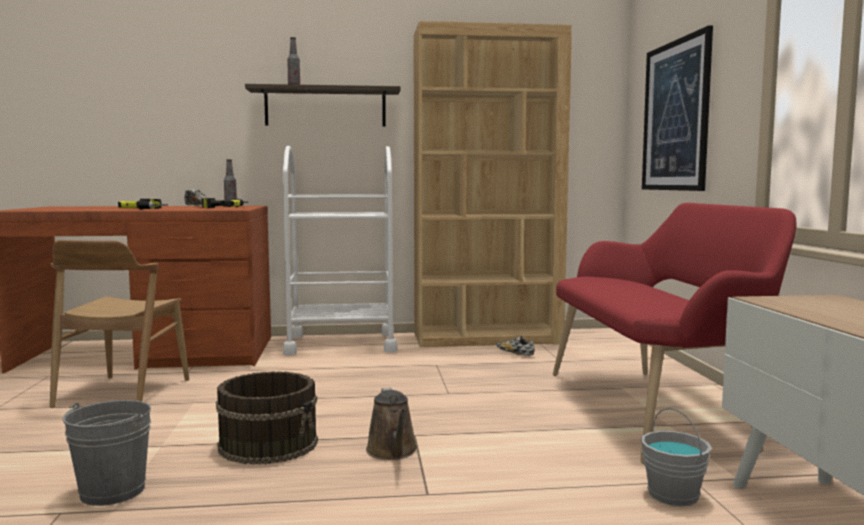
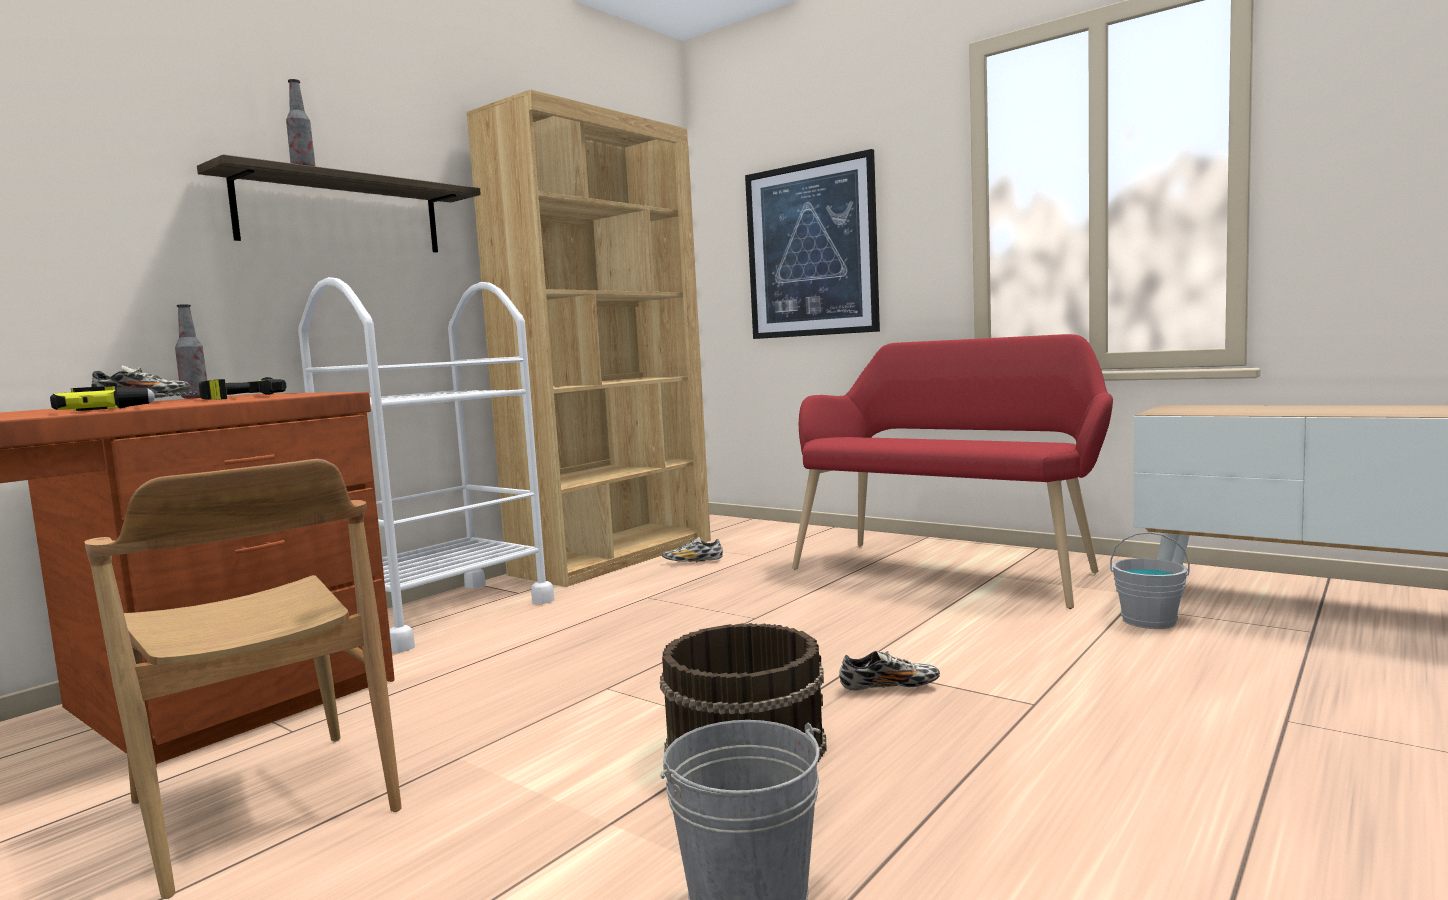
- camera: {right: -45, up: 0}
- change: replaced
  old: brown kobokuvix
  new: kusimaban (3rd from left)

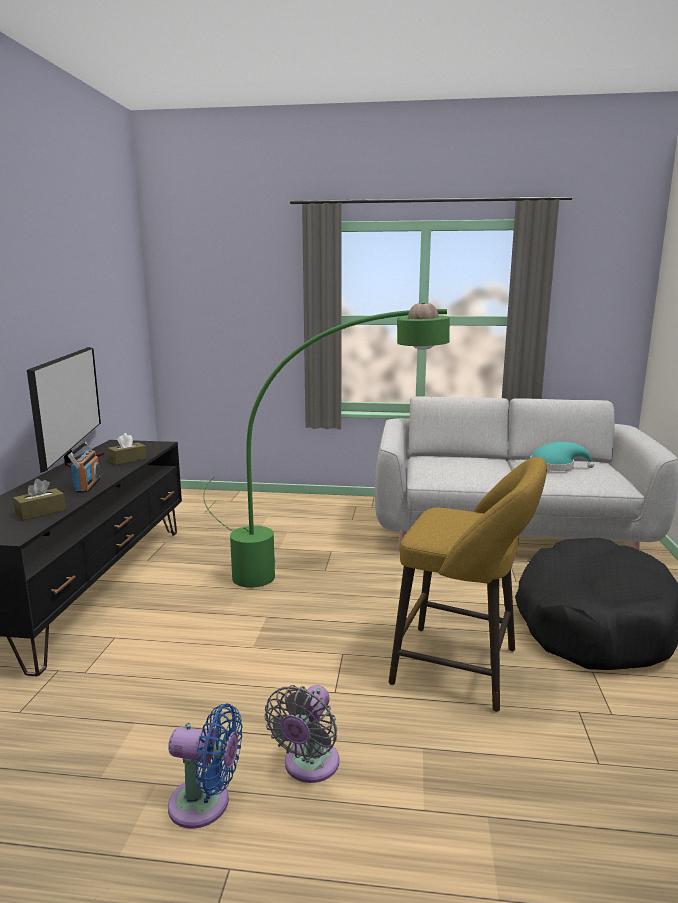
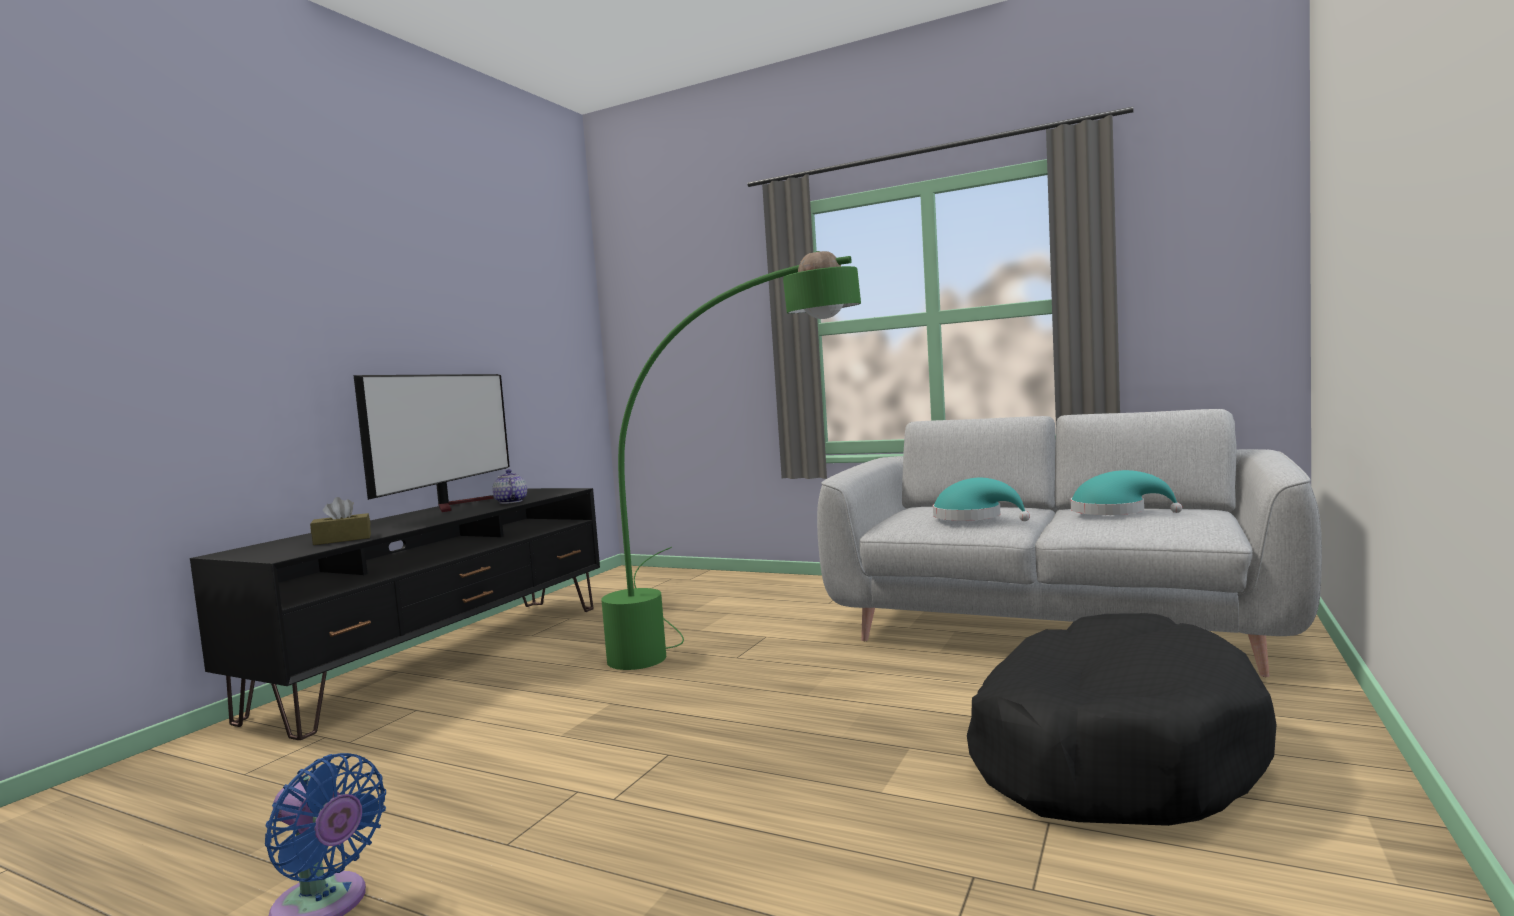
- camera: {right: 20, up: -10}
- change: replaced
  old: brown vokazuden (2nd from left)
  new: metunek
- change: removed
  old: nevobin
- change: removed
  old: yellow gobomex
- change: removed
  old: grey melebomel
- change: added
  new: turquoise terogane (1st from left)

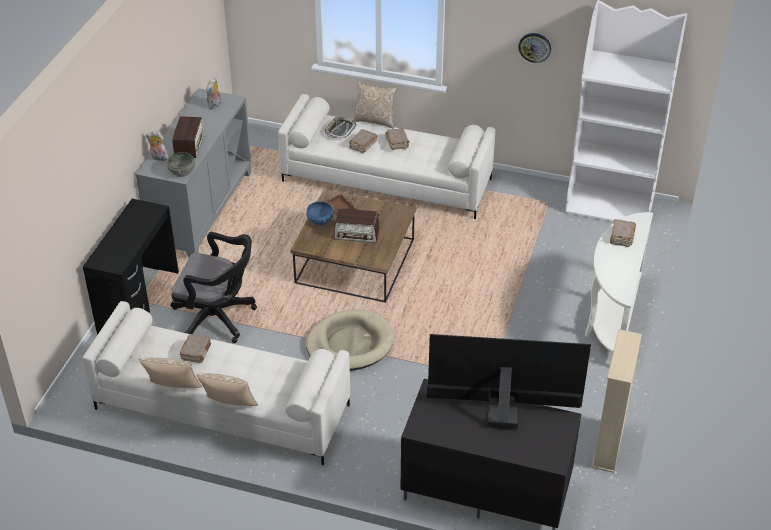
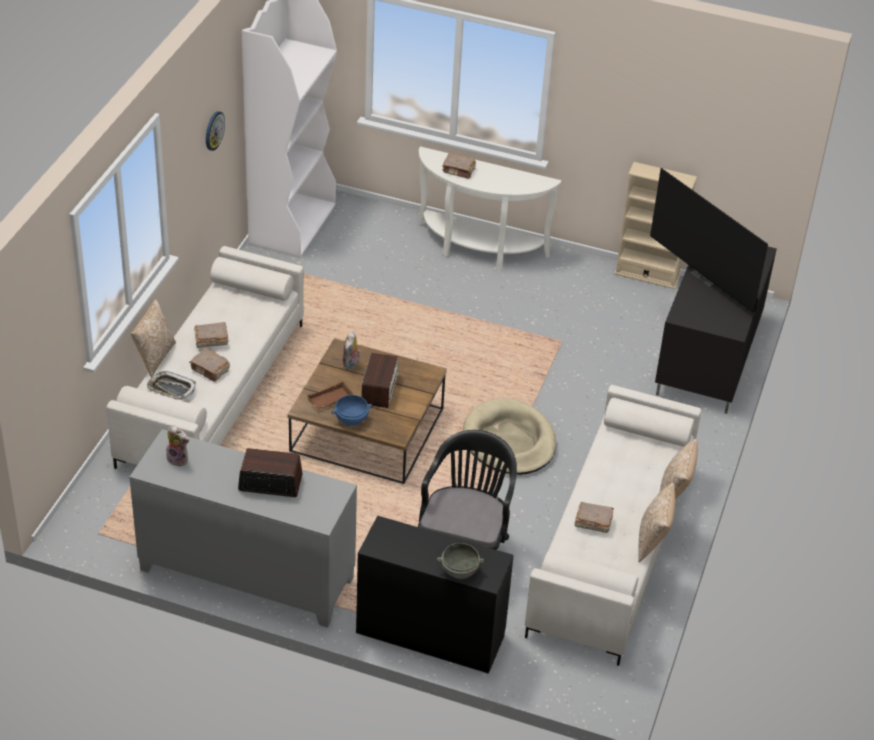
- camera: {right: -90, up: 0}
- change: moved
  old: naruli (1st from left in the first image)
  new: naruli (2nd from left)
- change: moved
  old: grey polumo
- change: turned
  old: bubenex
  degrees: -45

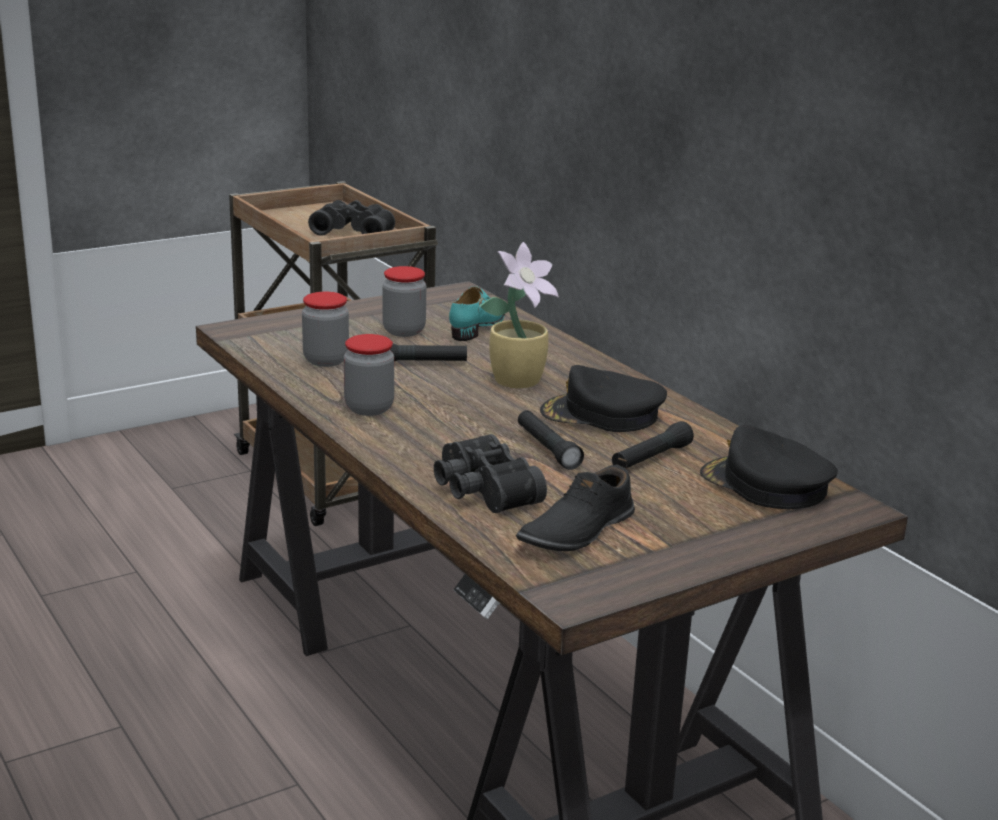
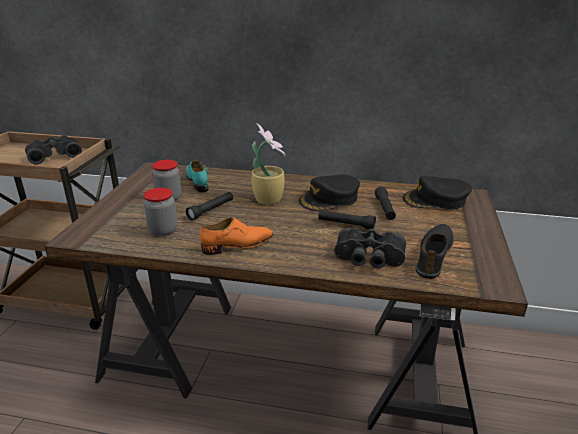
- camera: {right: -45, up: 5}
- change: replaced
  old: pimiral (2nd from left)
  new: orange kusimaban
- change: turned
  old: black kusimaban
  degrees: -150

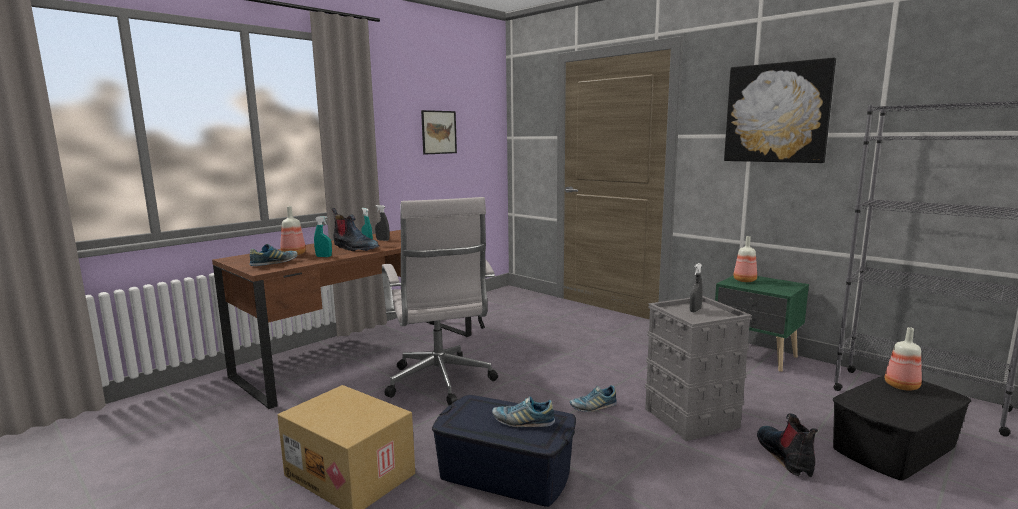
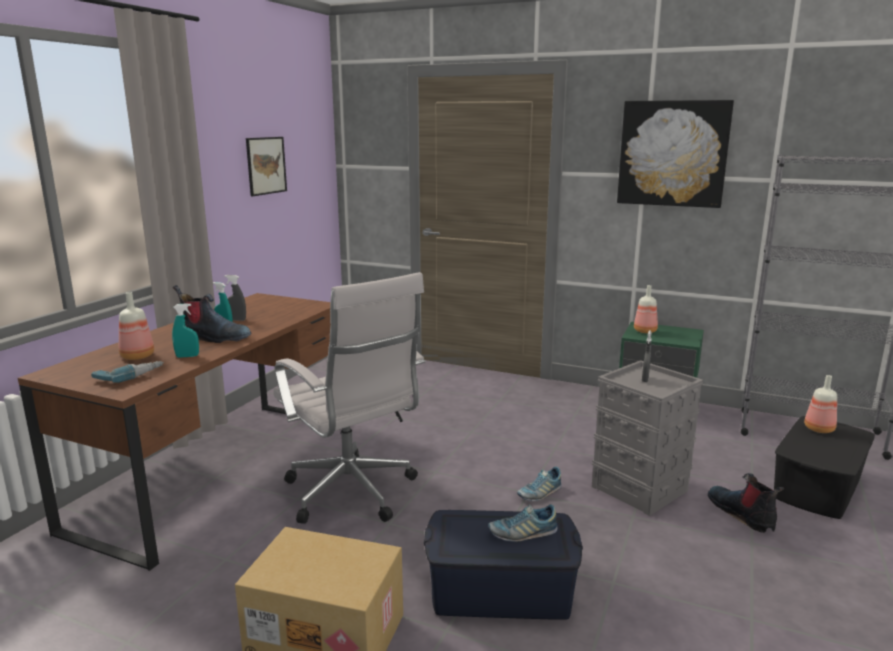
- camera: {right: -20, up: 5}
- change: replaced
  old: kusimaban (1st from left)
  new: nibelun

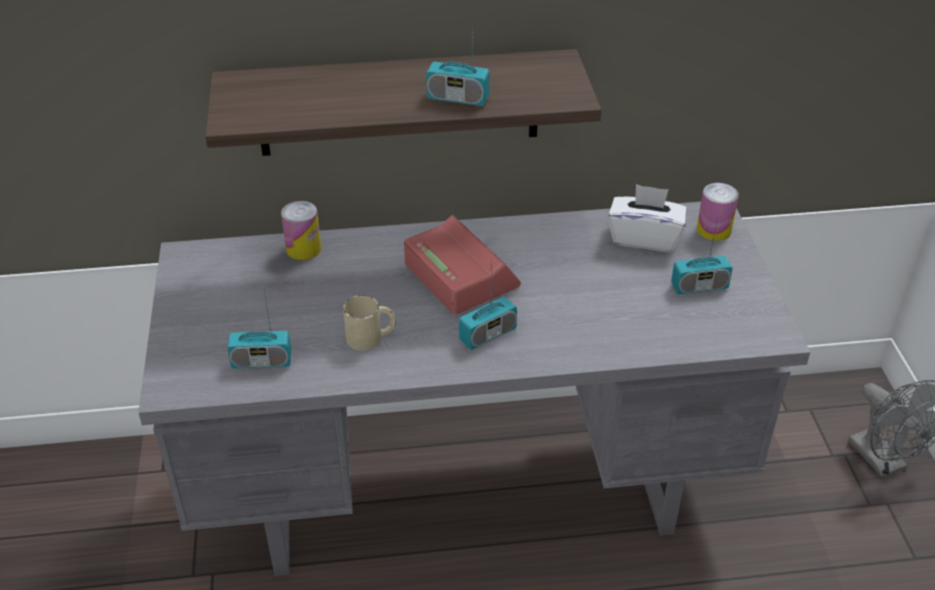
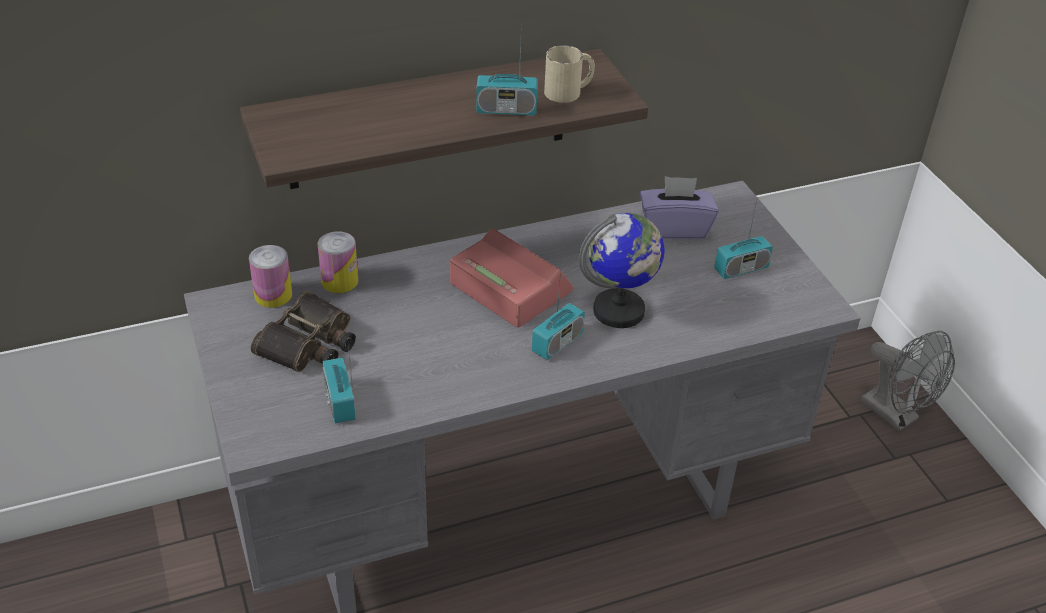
- camera: {right: -15, up: 0}
- change: moved
  old: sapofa (2nd from left in the first image)
  new: sapofa (1st from left)
- change: recoloured
  old: white vokazuden
  new: purple vokazuden
- change: turned
  old: nevobin (1st from left)
  degrees: 90
- change: moved
  old: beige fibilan
- change: added
  new: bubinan
- change: added
  new: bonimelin

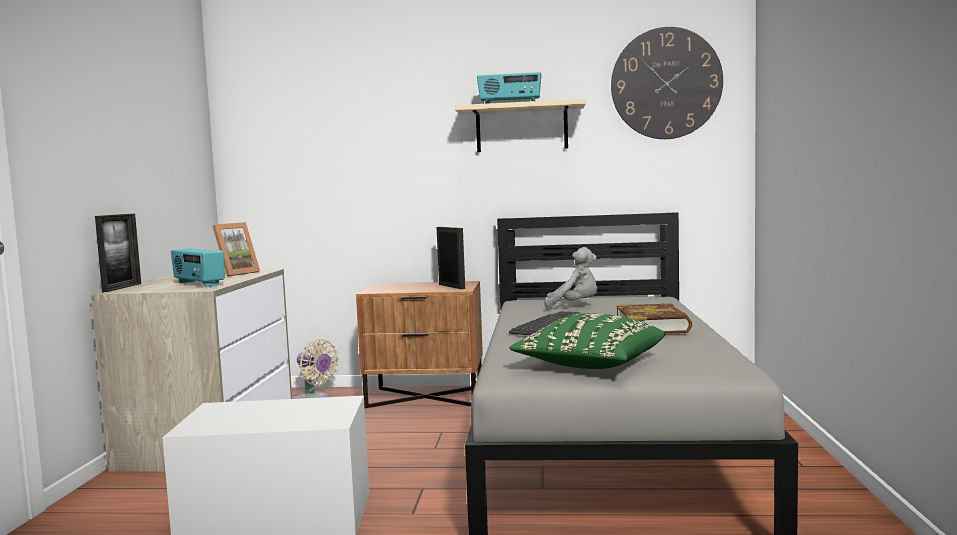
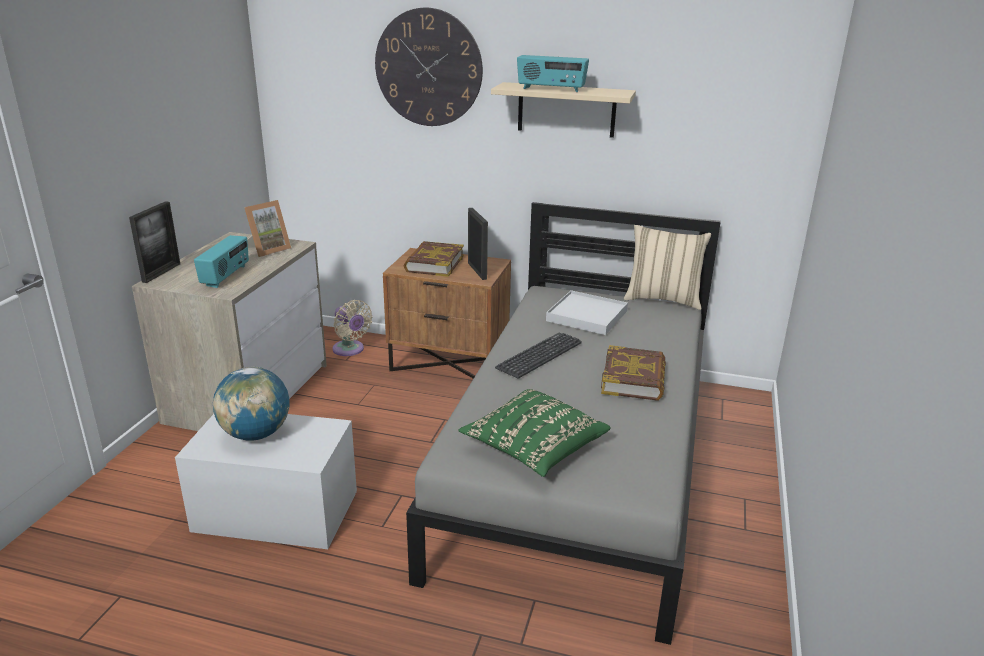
- camera: {right: 10, up: 20}
- change: moved
  old: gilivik
- change: replaced
  old: grey naruli
  new: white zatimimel
- change: turned
  old: nevobin (1st from left)
  degrees: -135
- change: added
  new: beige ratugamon
- change: added
  new: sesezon (1st from left)
- change: added
  new: bubinan

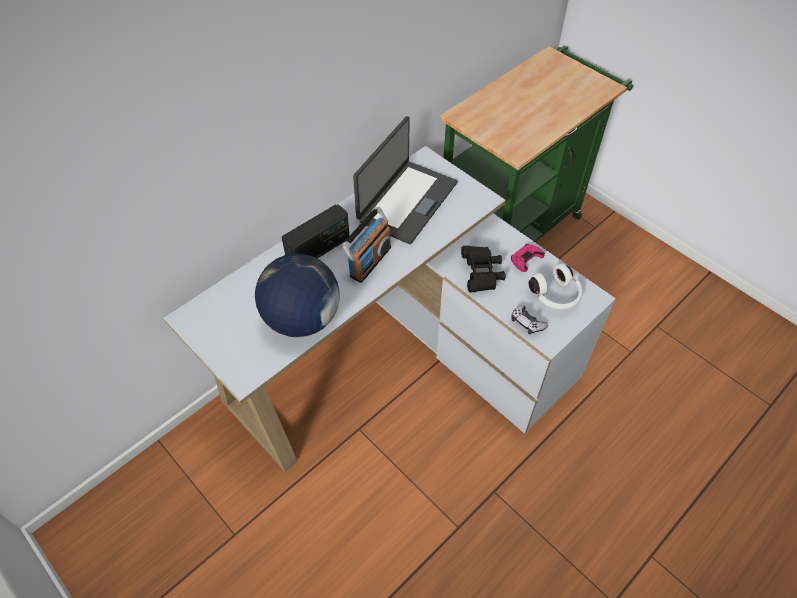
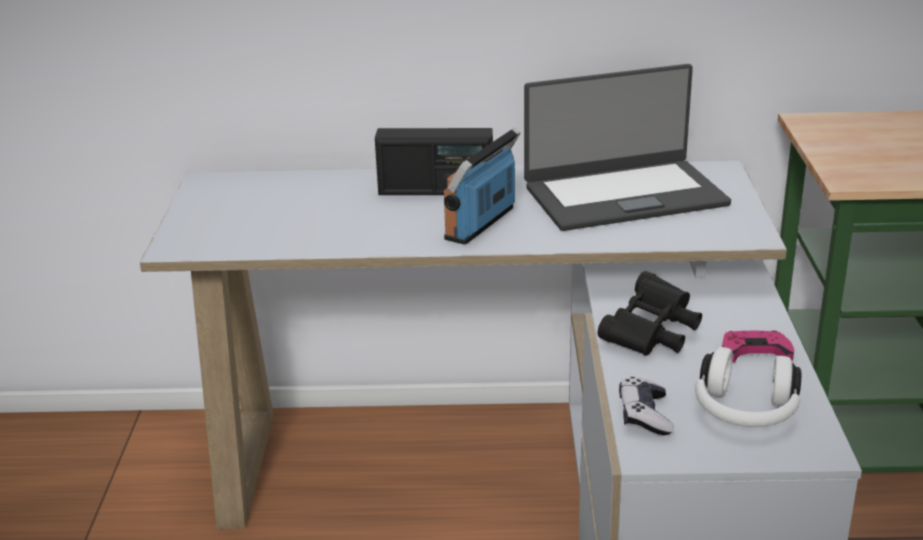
- camera: {right: 45, up: -25}
- change: turned
  old: nevobin (2nd from left)
  degrees: 135
- change: removed
  old: bubinan

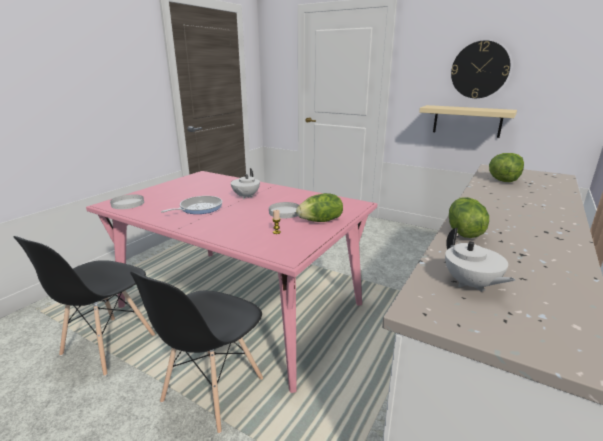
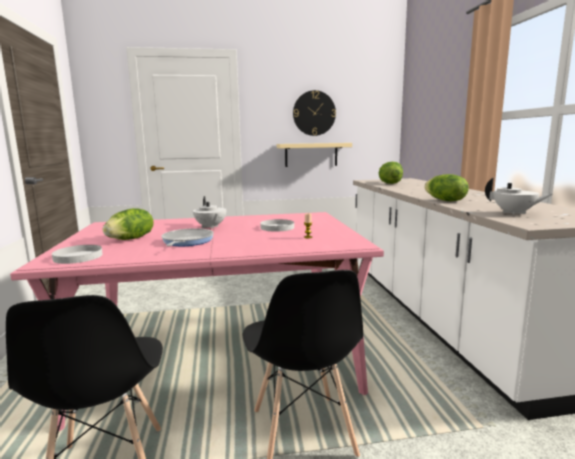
- camera: {right: -40, up: -10}
- change: moved
  old: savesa (1st from left)

